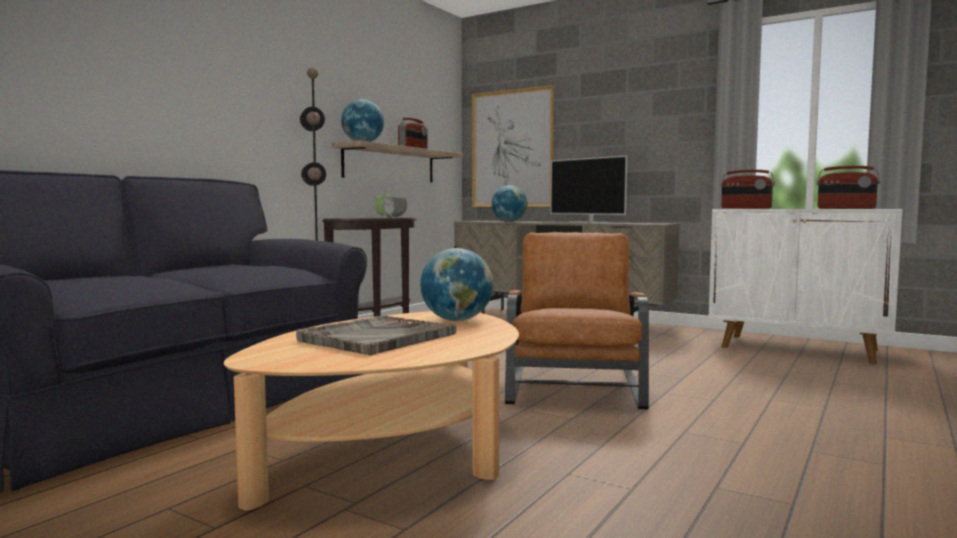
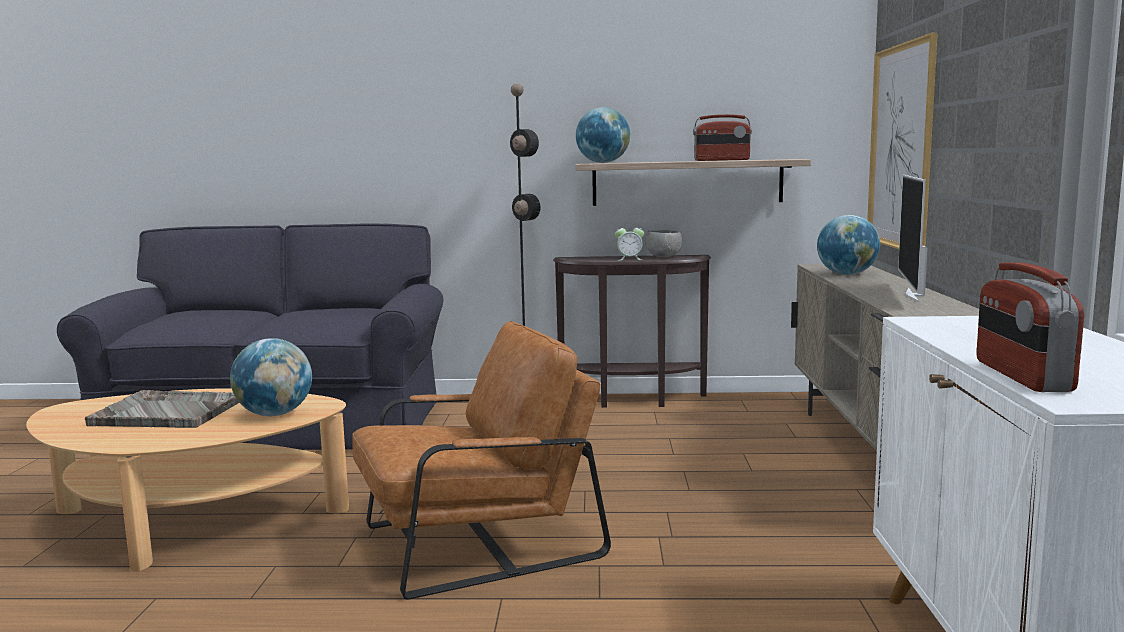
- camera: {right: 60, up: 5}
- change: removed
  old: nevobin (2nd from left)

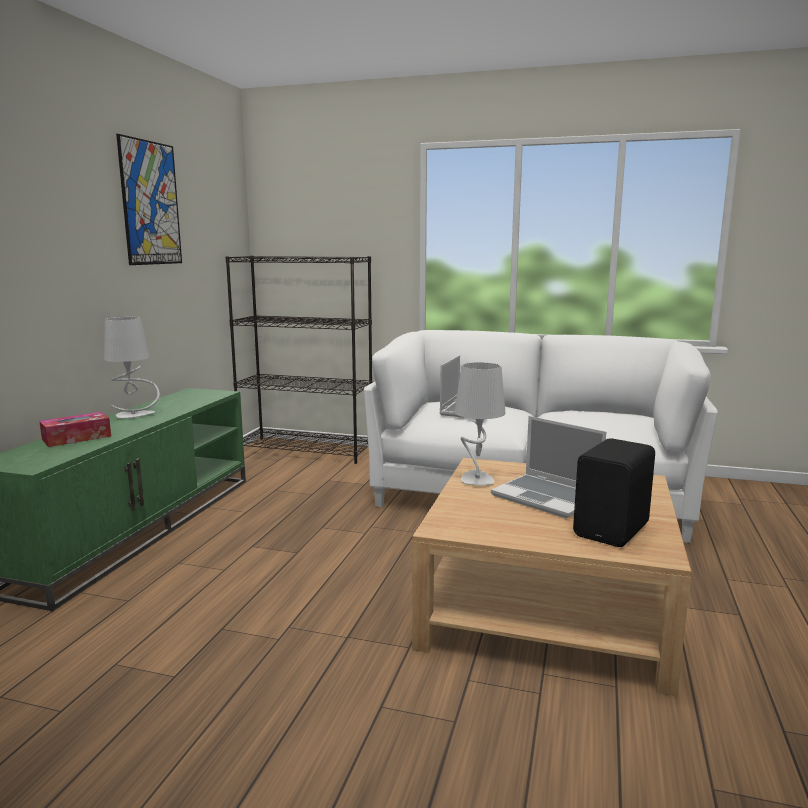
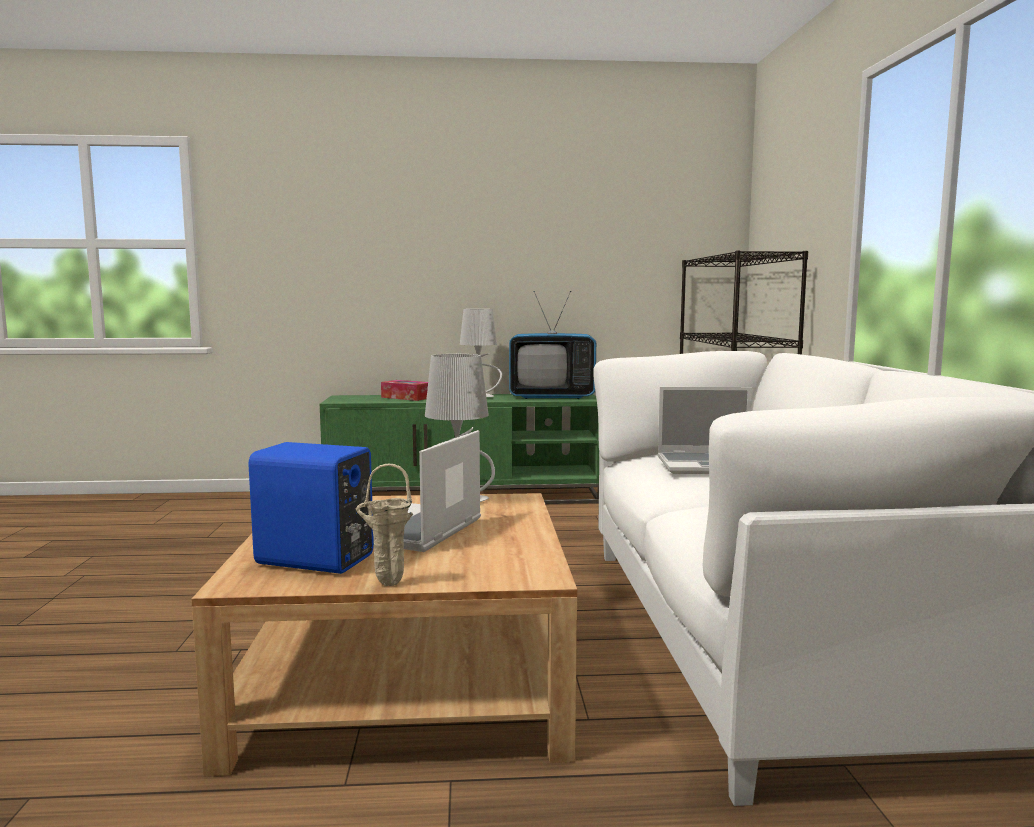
- camera: {right: 70, up: -5}
- change: removed
  old: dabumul
- change: recoloured
  old: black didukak
  new: blue didukak
- change: added
  new: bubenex
- change: added
  new: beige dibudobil

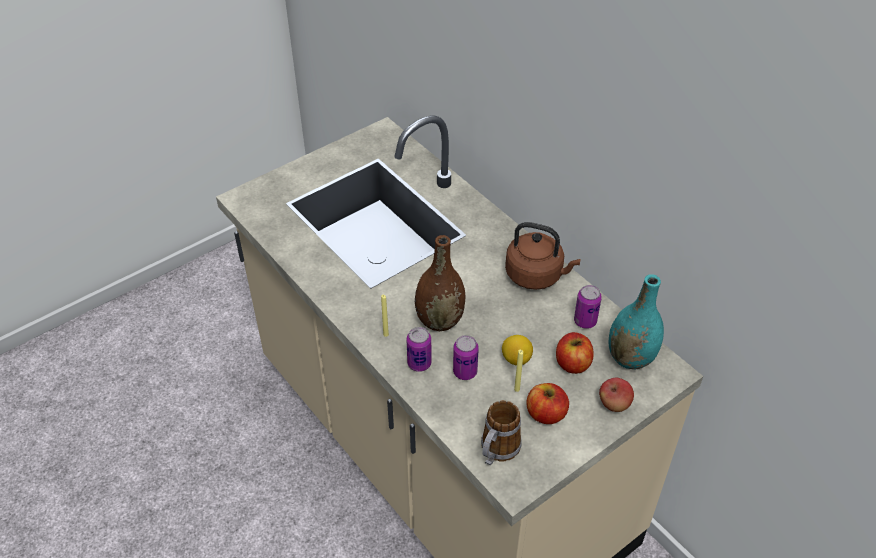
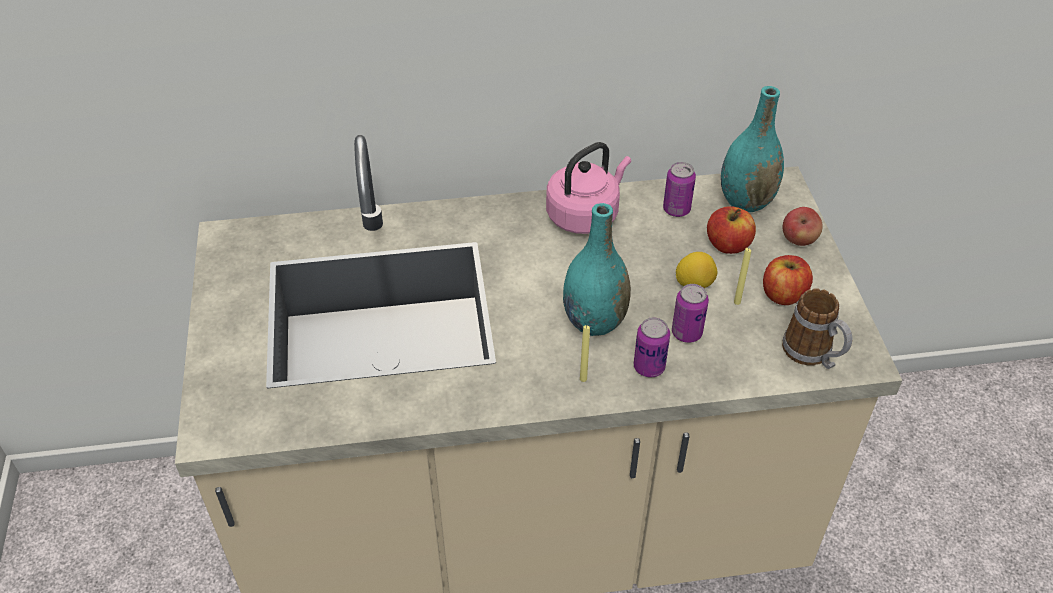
- camera: {right: -60, up: 0}
- change: recoloured
  old: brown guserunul
  new: pink guserunul
- change: recoloured
  old: brown dibudobil
  new: turquoise dibudobil (1st from left)

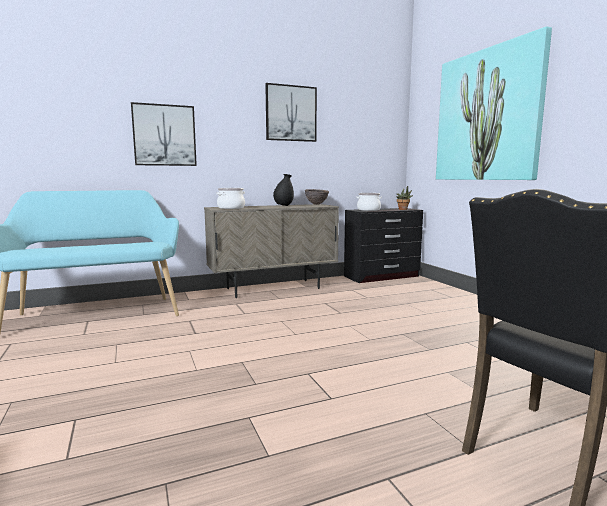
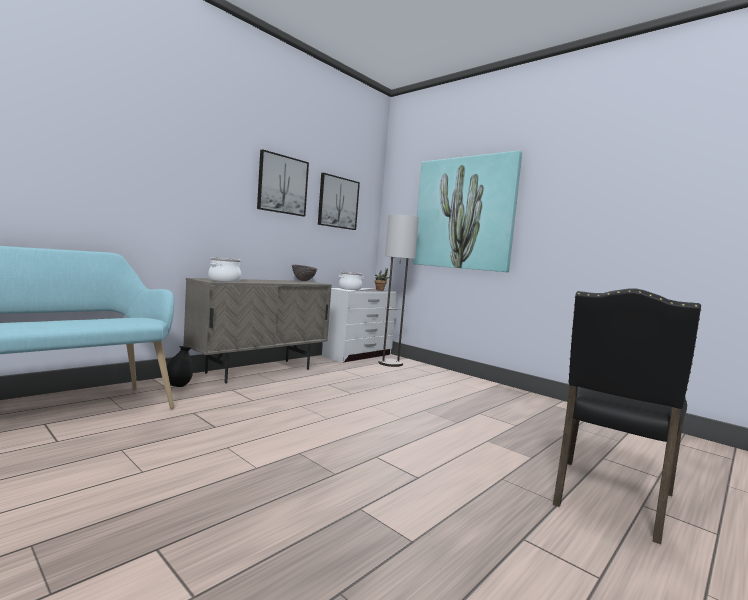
- camera: {right: -25, up: -5}
- change: moved
  old: dabumul (1st from left in the first image)
  new: dabumul (2nd from left)
- change: moved
  old: black dibudobil
- change: recoloured
  old: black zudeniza
  new: white zudeniza
- change: added
  new: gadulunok

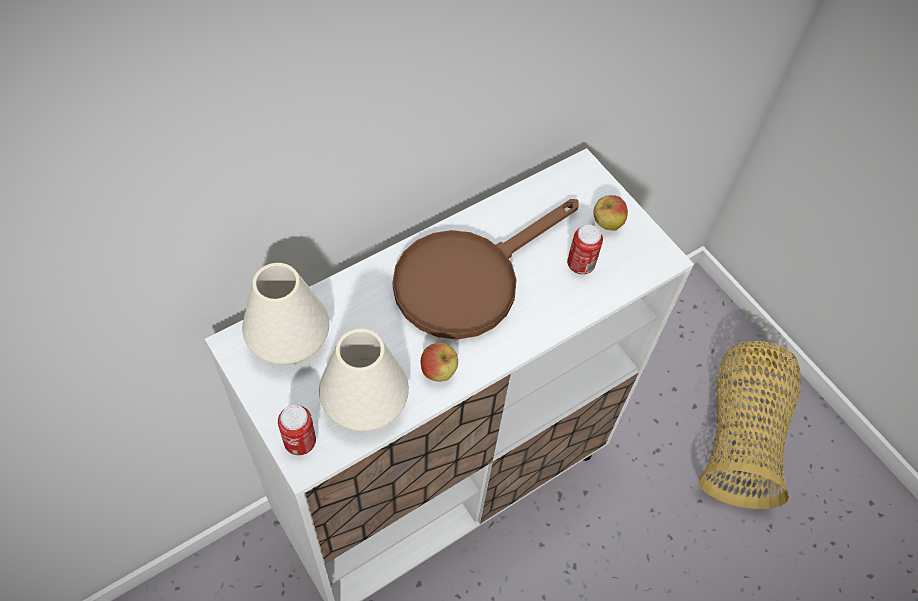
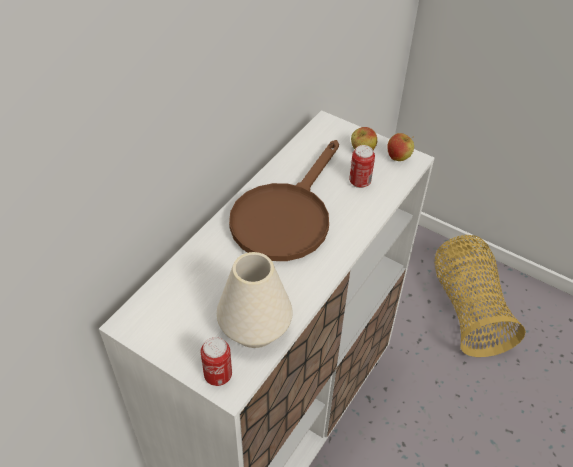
- camera: {right: -20, up: -10}
- change: removed
  old: white dibudobil (1st from left)
- change: moved
  old: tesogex (1st from left in the first image)
  new: tesogex (2nd from left)

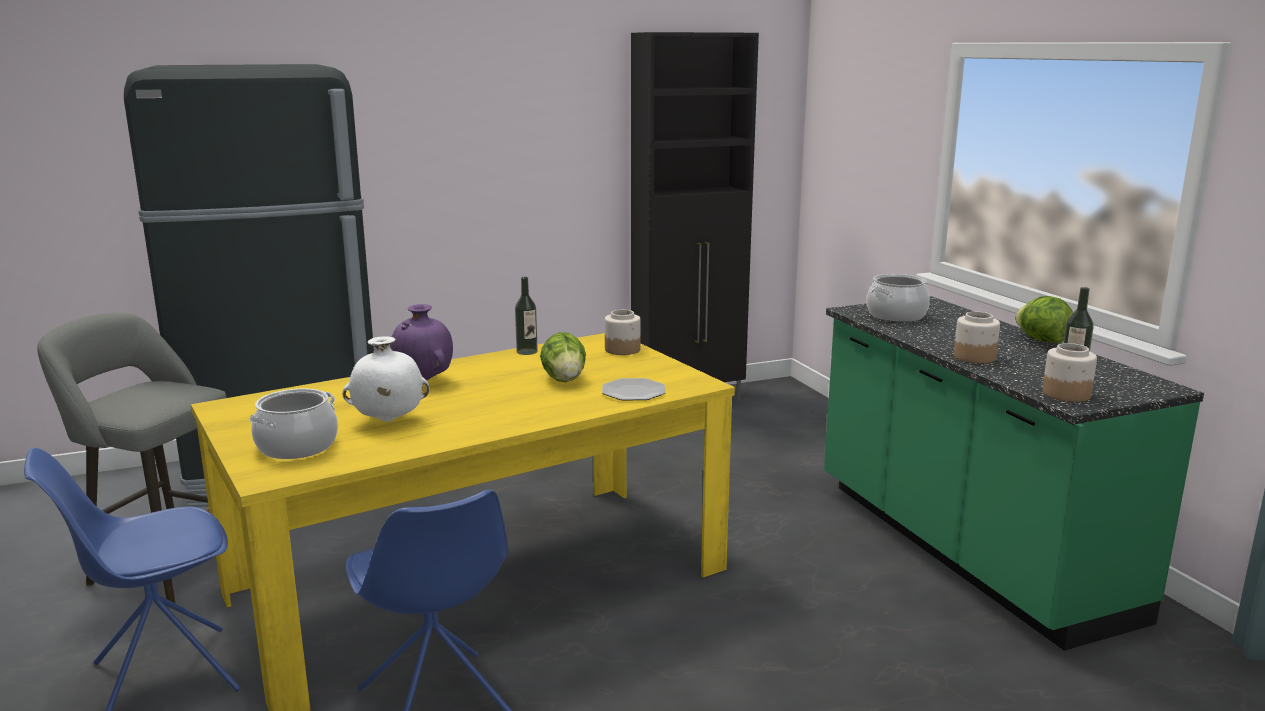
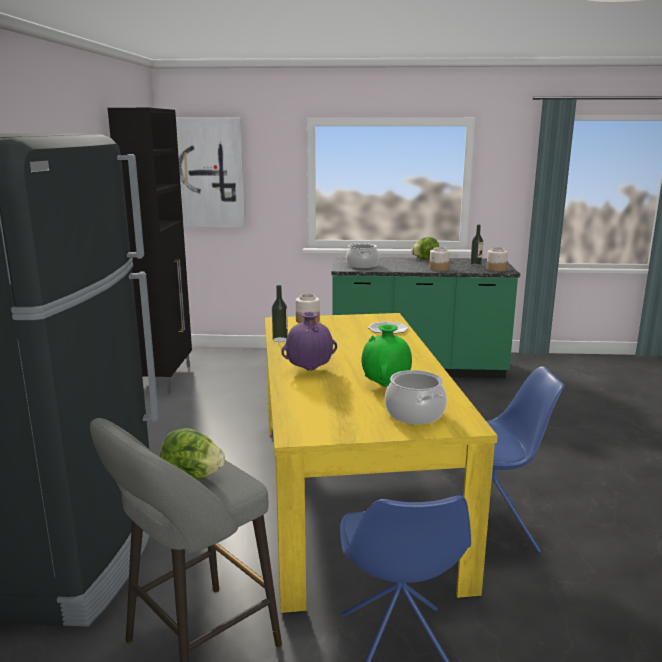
- camera: {right: -65, up: 0}
- change: moved
  old: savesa (1st from left)
- change: recoloured
  old: white dibudobil
  new: green dibudobil
- change: added
  new: dabumul

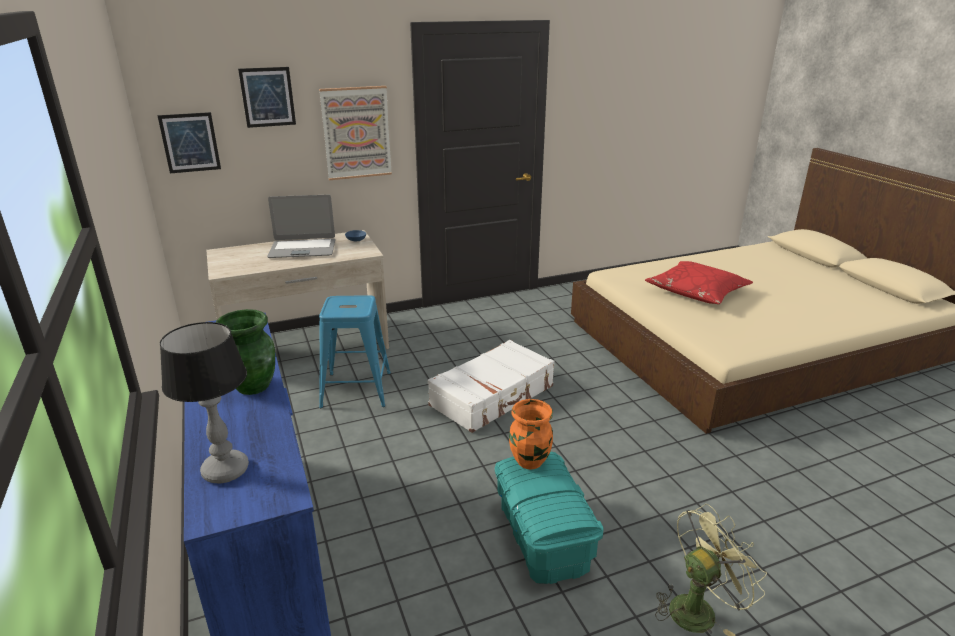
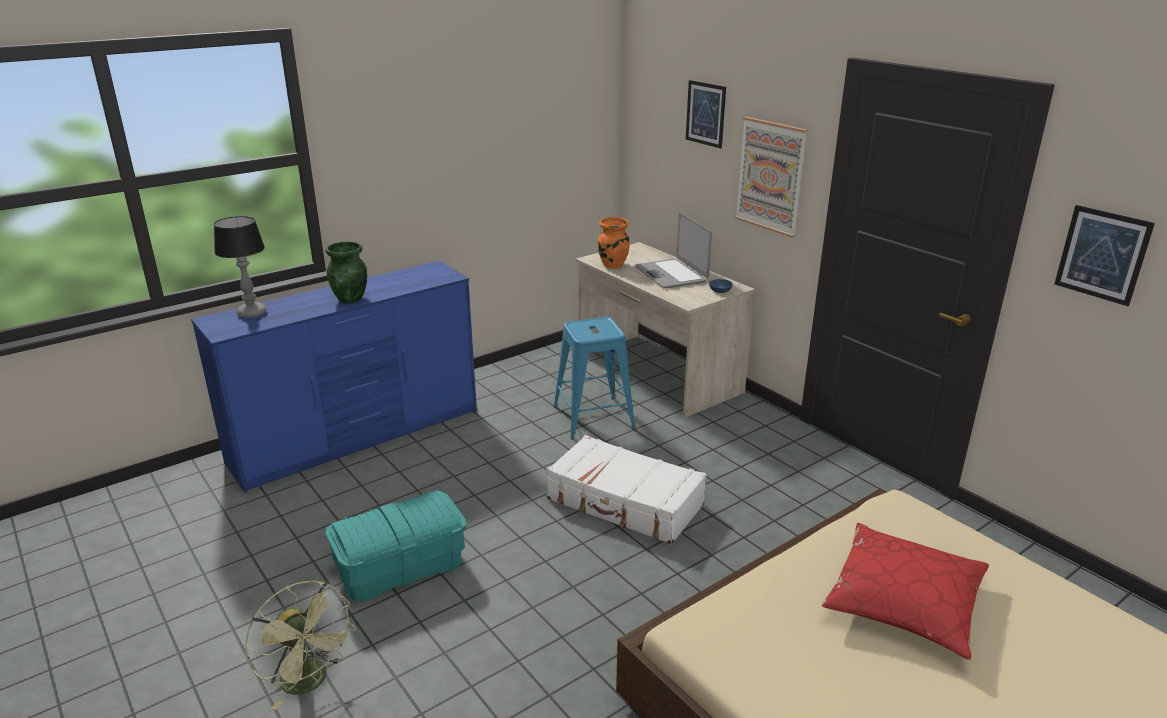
- camera: {right: 75, up: 0}
- change: moved
  old: dabumul (1st from left in the first image)
  new: dabumul (3rd from left)
- change: moved
  old: orange dibudobil

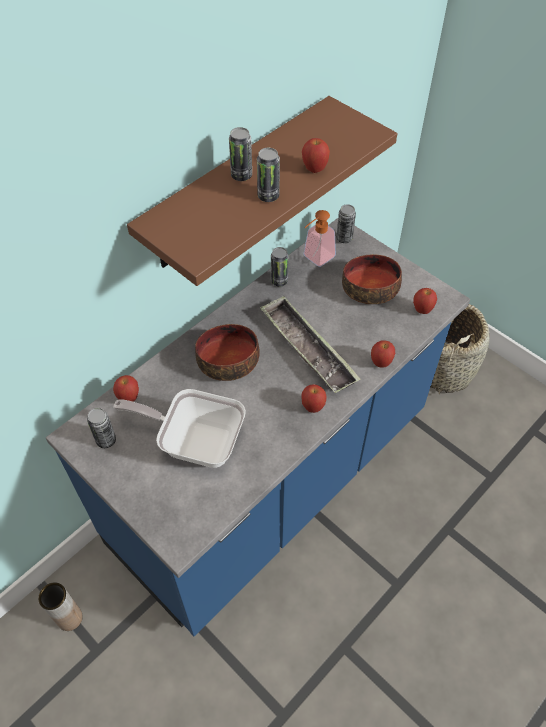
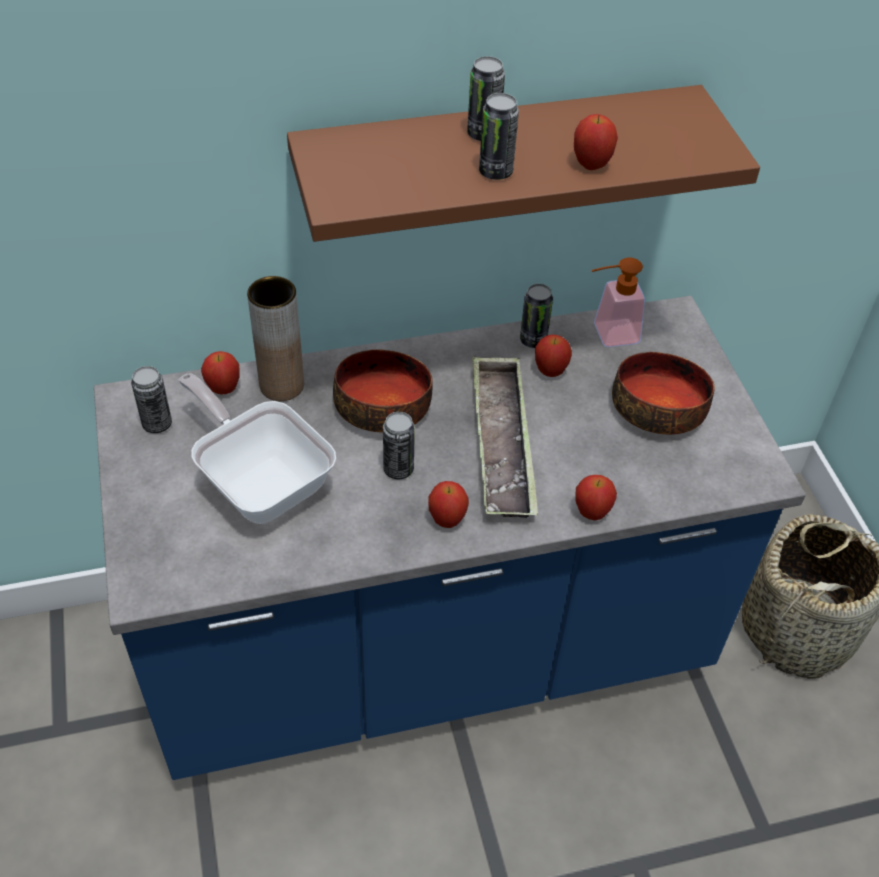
- camera: {right: 30, up: -5}
- change: moved
  old: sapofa (5th from left in the first image)
  new: sapofa (2nd from left)
- change: moved
  old: tesogex (5th from left in the first image)
  new: tesogex (3rd from left)
- change: moved
  old: brown dibudobil

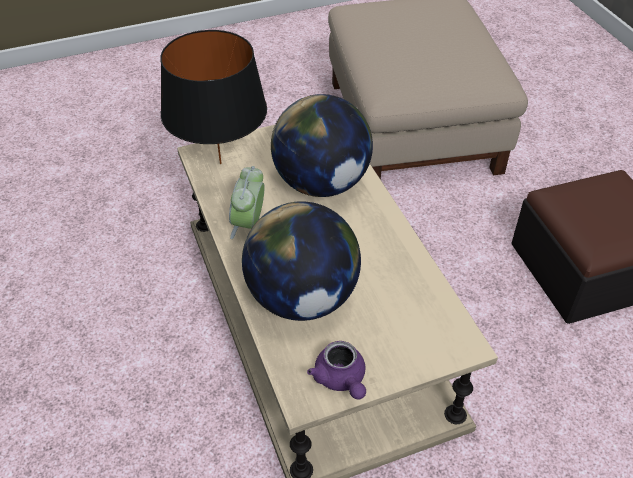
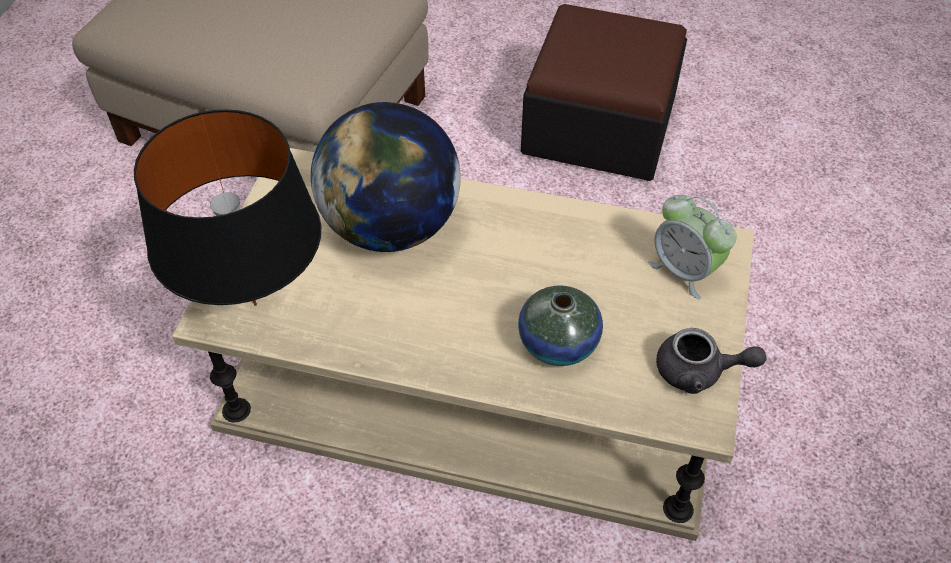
- camera: {right: -55, up: 5}
- change: moved
  old: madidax
- change: replaced
  old: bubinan (1st from left)
  new: dibudobil
- change: recoloured
  old: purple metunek
  new: grey metunek

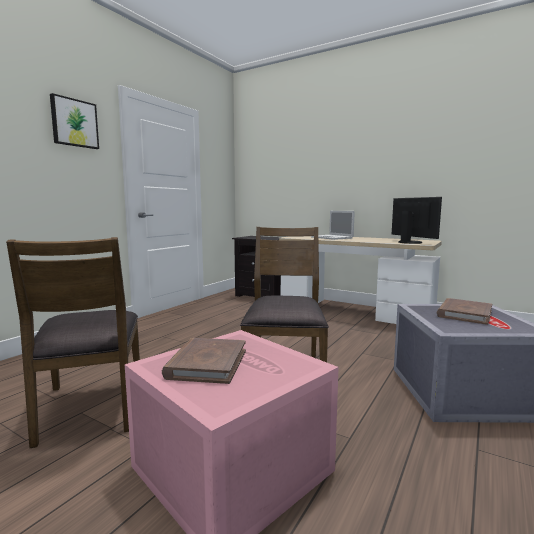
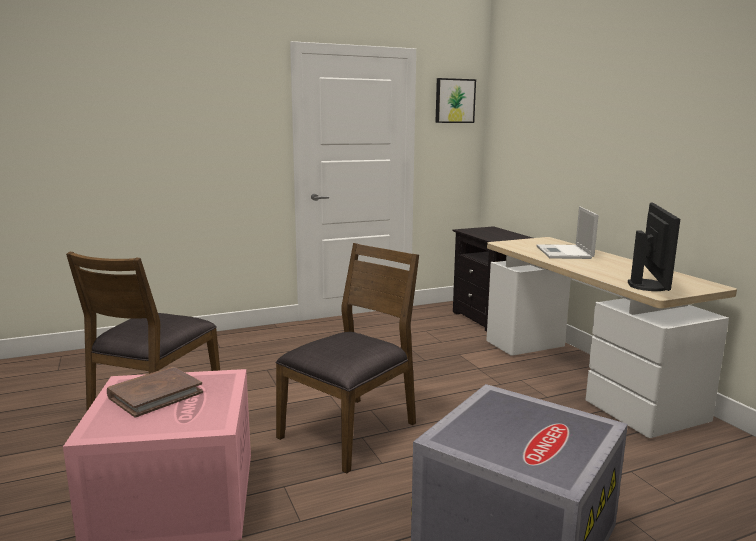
- camera: {right: 35, up: 5}
- change: moved
  old: dabumul
- change: removed
  old: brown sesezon (2nd from left)

